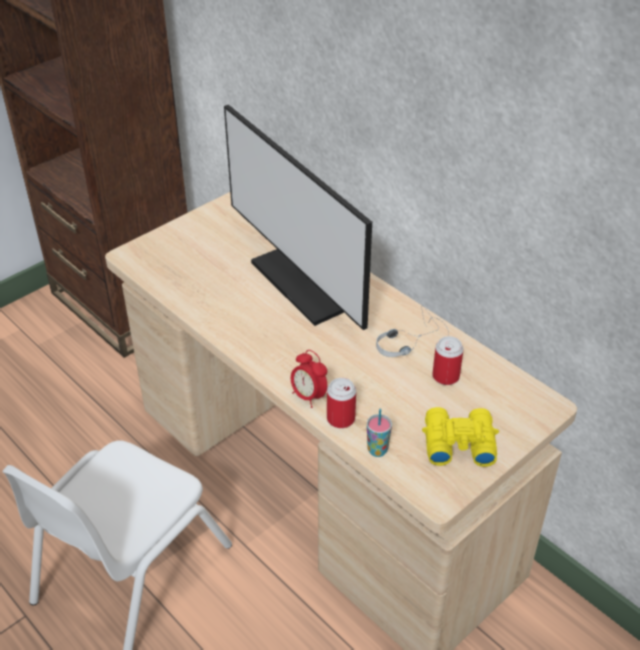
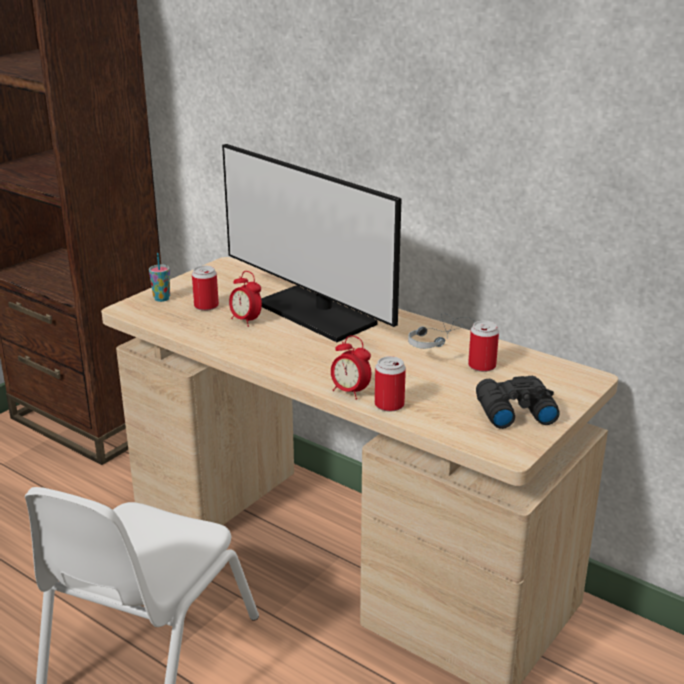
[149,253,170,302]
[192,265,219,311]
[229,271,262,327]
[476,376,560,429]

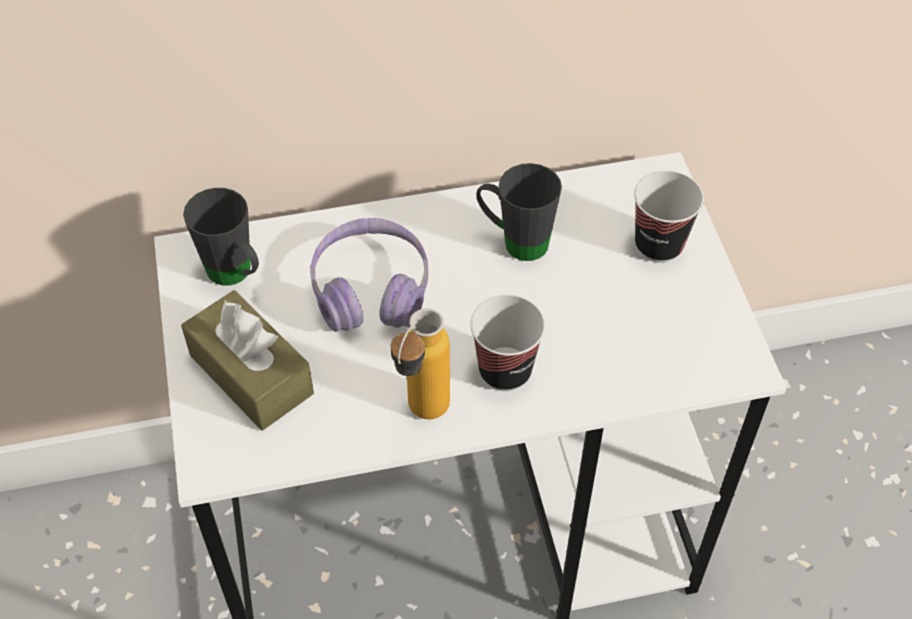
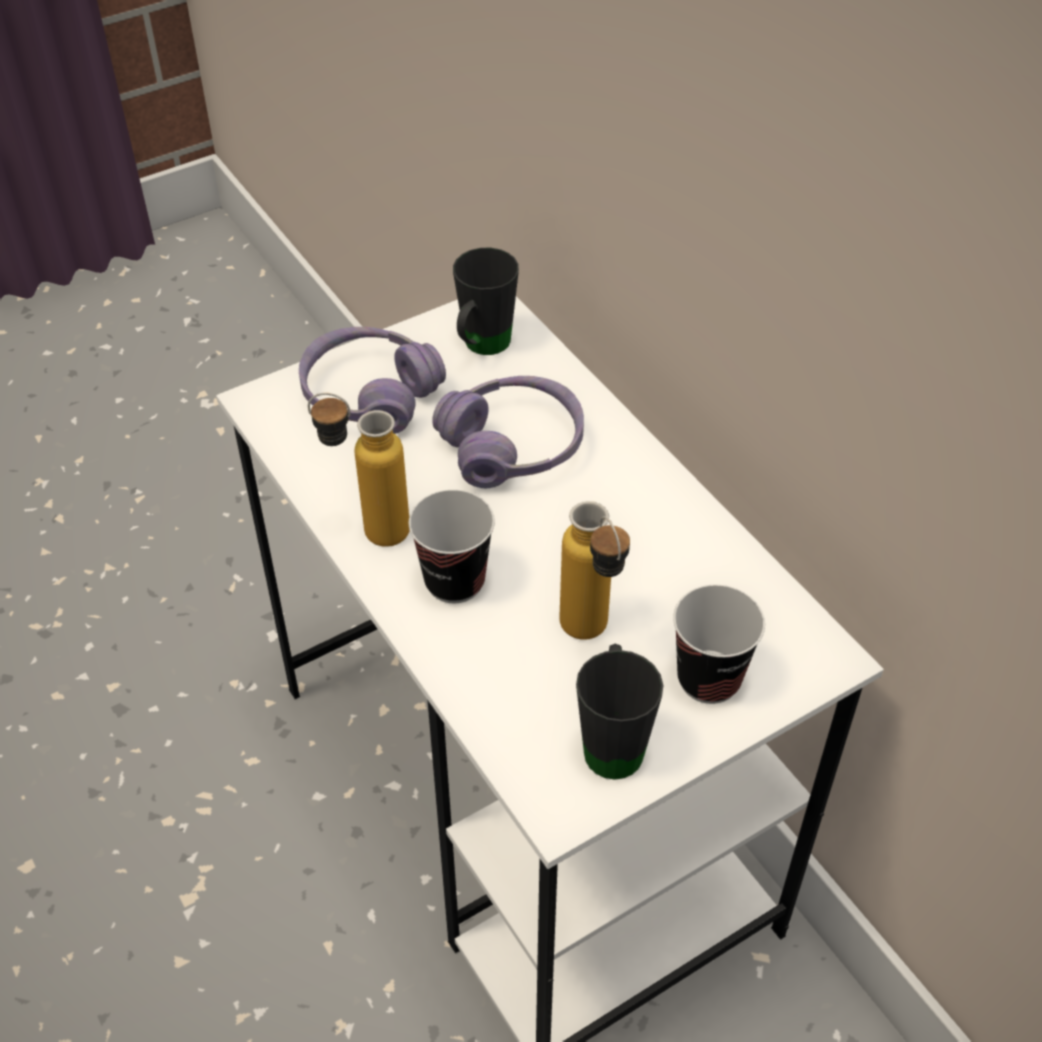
[299,327,446,434]
[560,501,630,640]
[576,644,663,780]

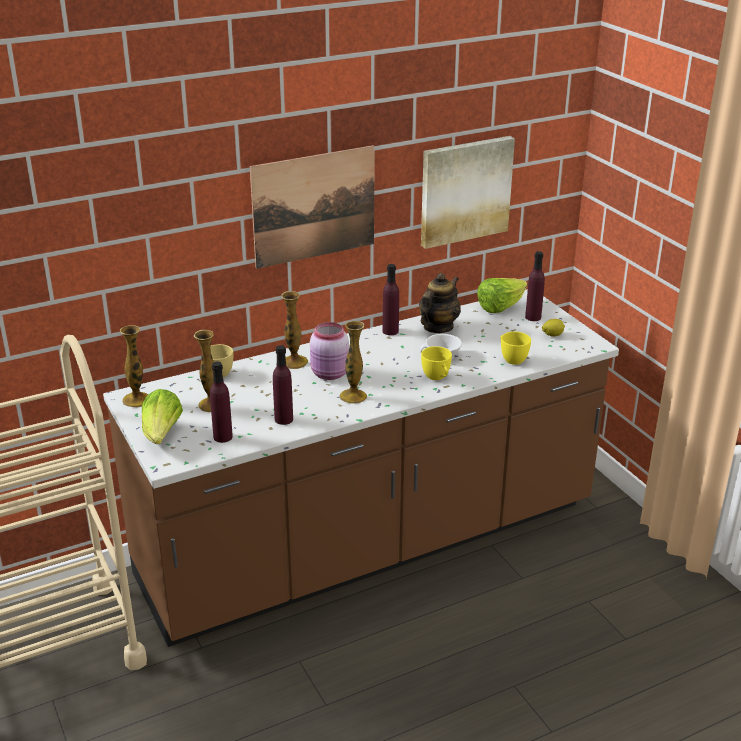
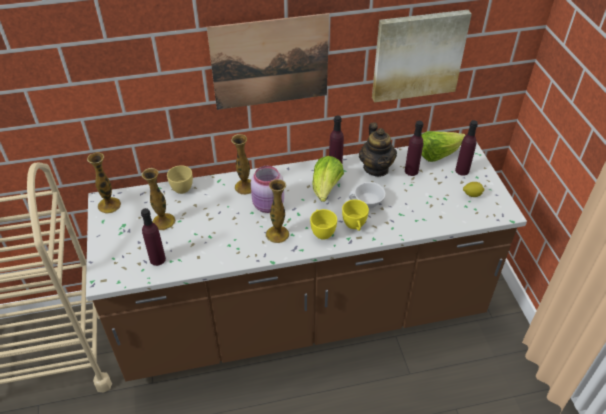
[310,209,337,240]
[312,156,344,202]
[359,122,397,177]
[405,121,423,176]

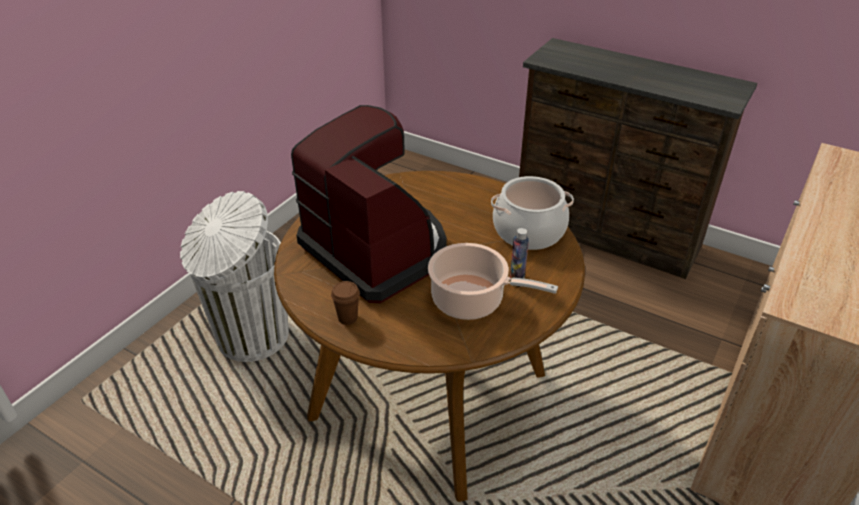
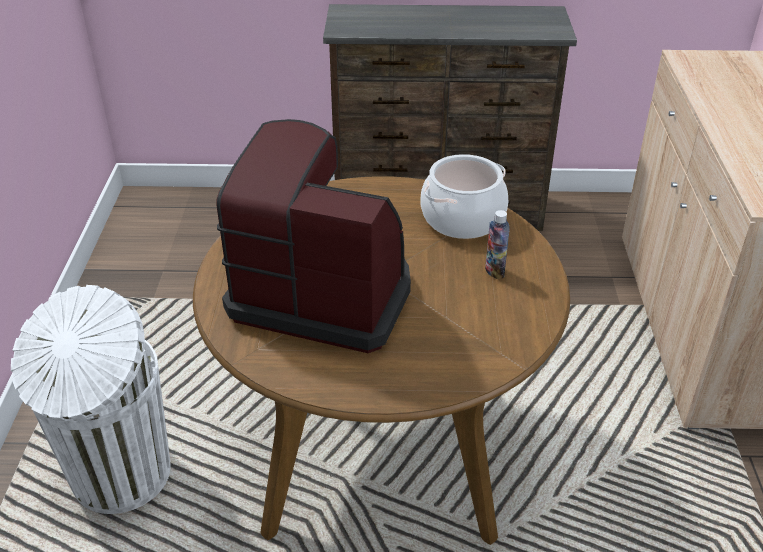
[331,281,360,325] (first image)
[428,243,558,320] (first image)

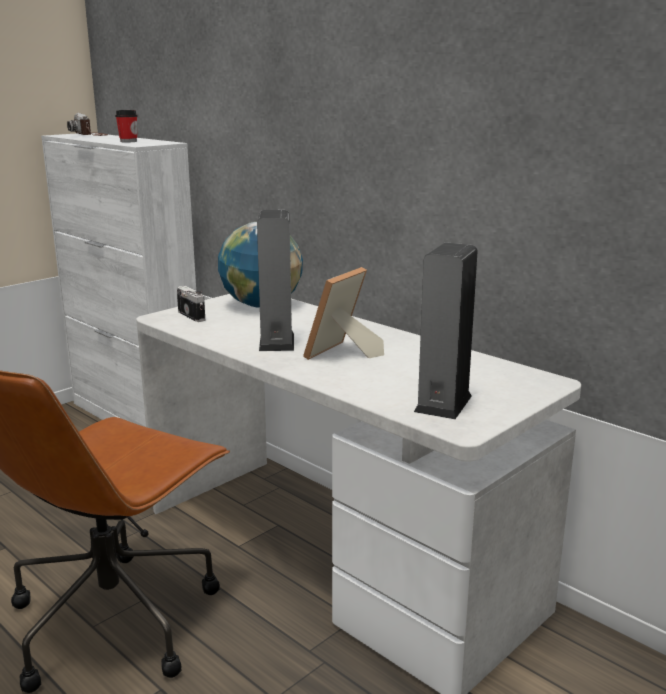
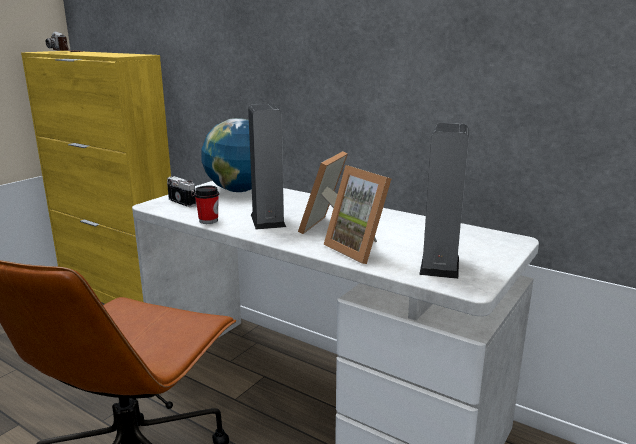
[21,51,171,304]
[194,186,219,224]
[324,165,391,264]

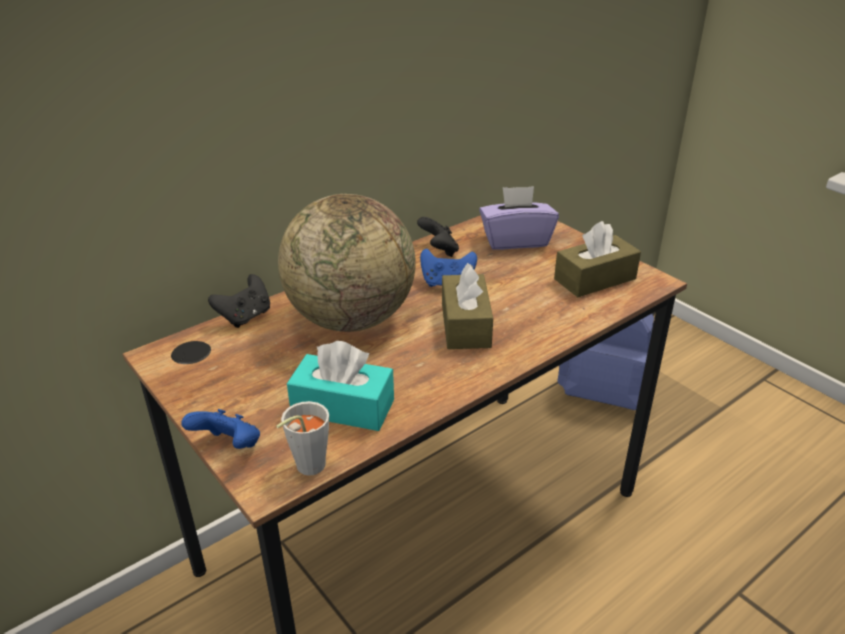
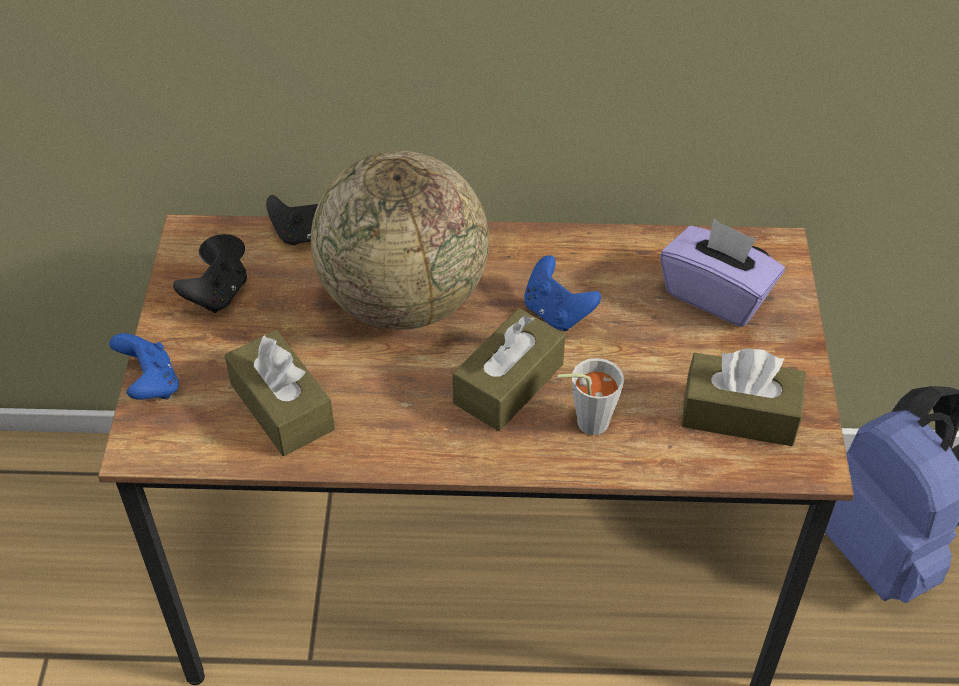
[173,236,247,313]
[225,330,335,456]
[558,358,624,435]

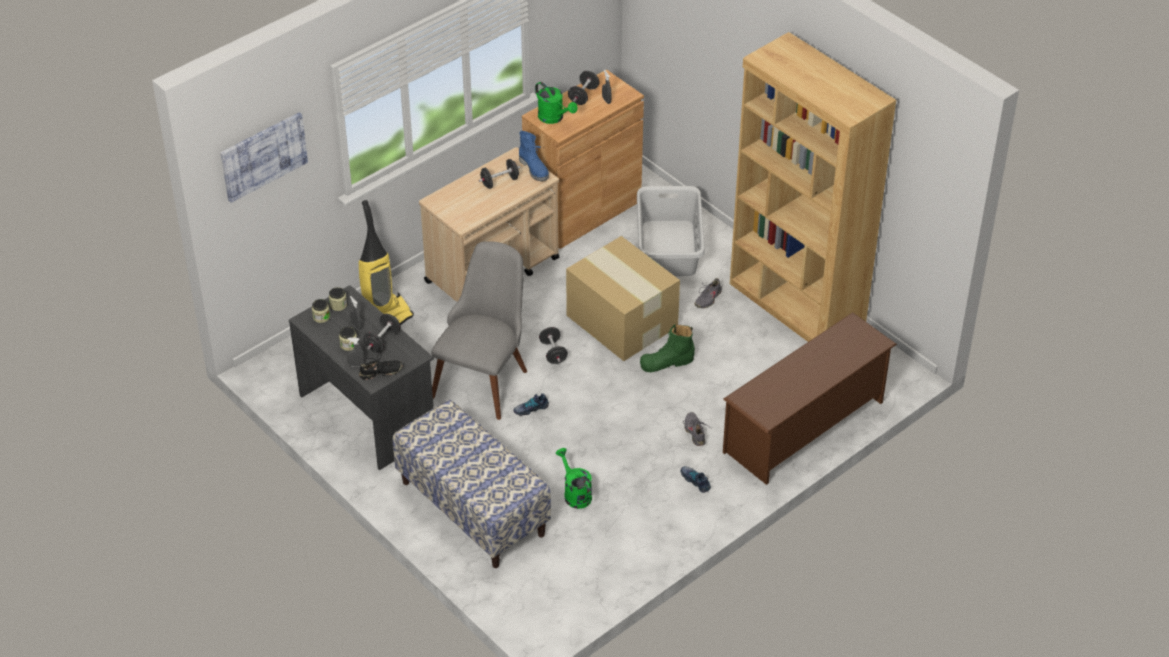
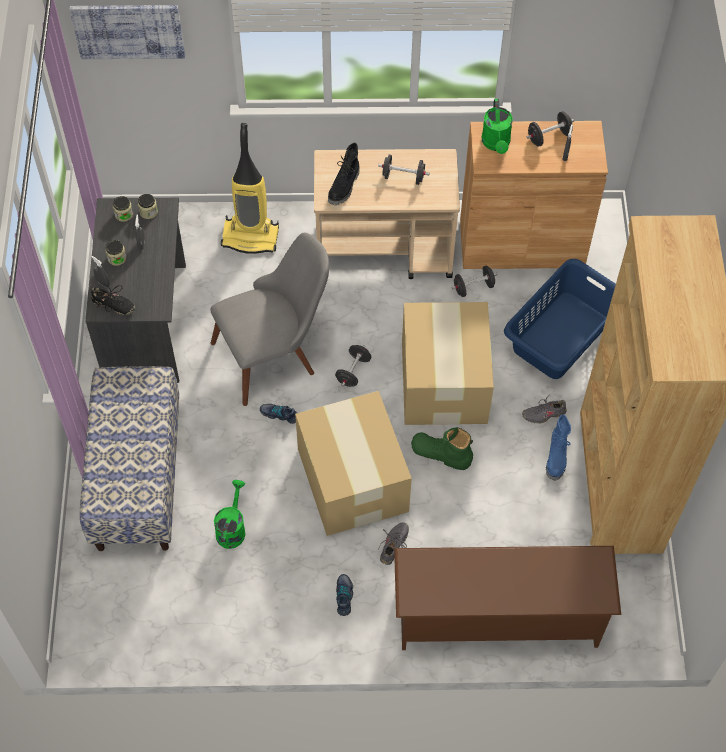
[295,391,412,536]
[328,143,359,205]
[451,265,498,297]
[504,259,616,379]
[546,415,571,481]

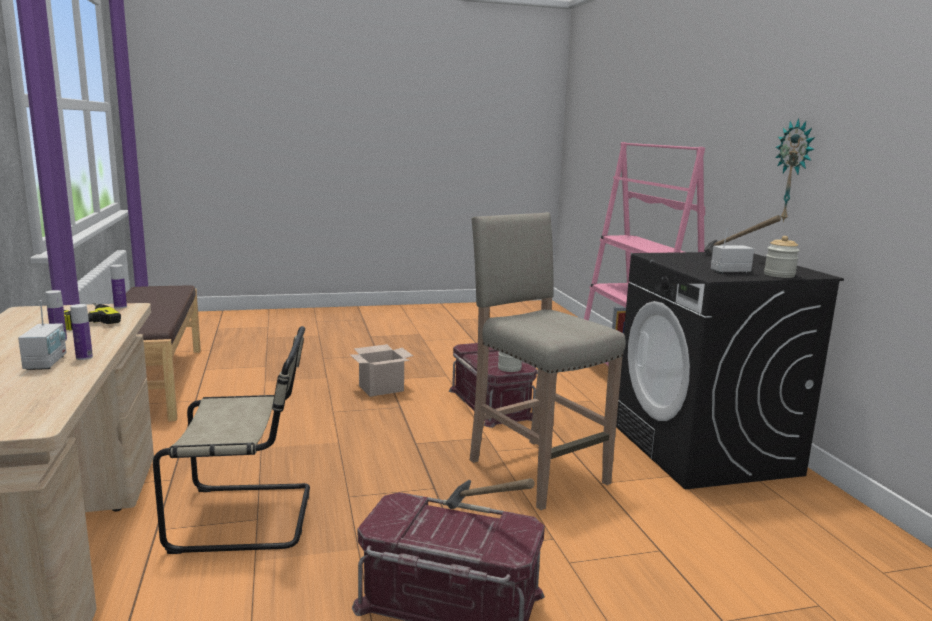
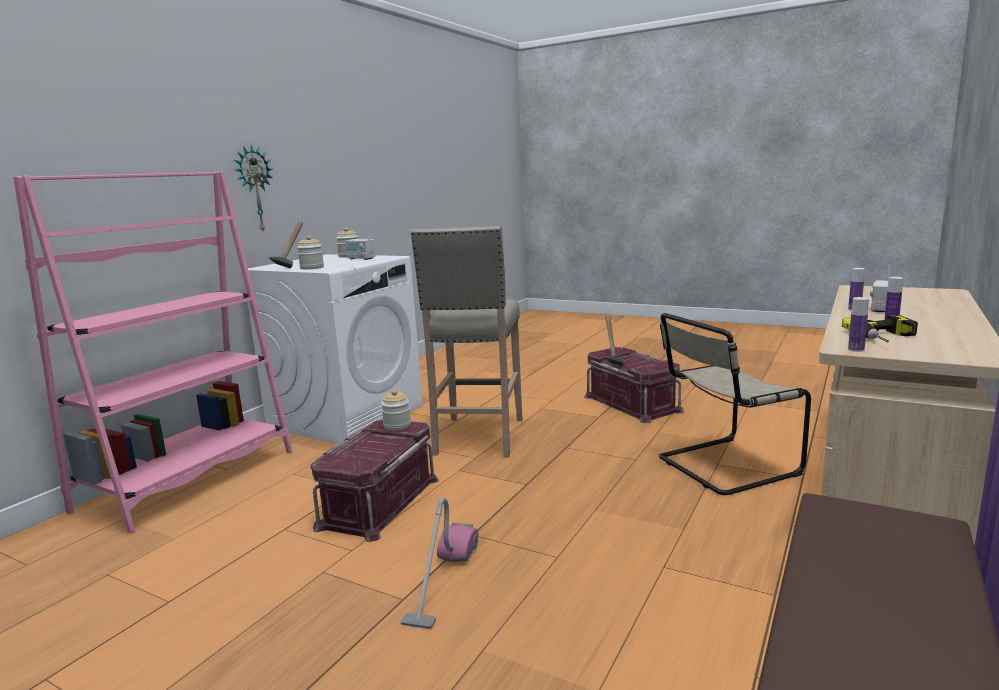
[240,254,423,444]
[297,236,324,270]
[401,497,478,629]
[659,313,811,495]

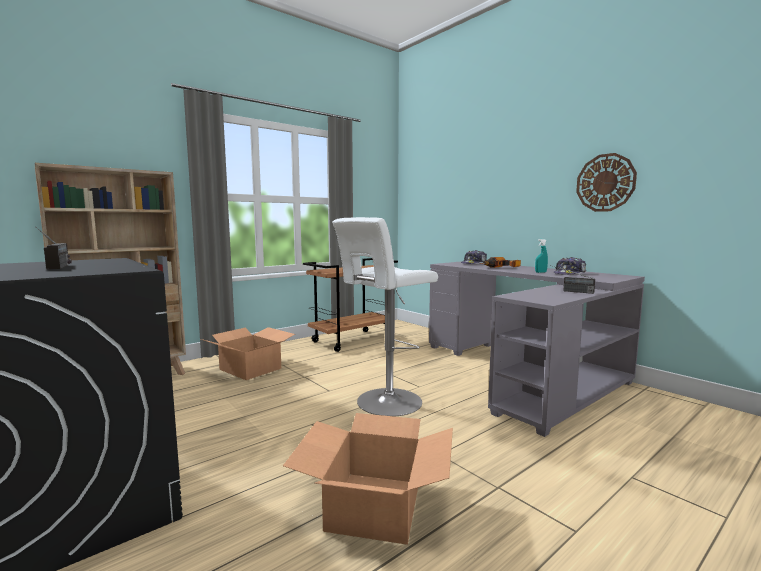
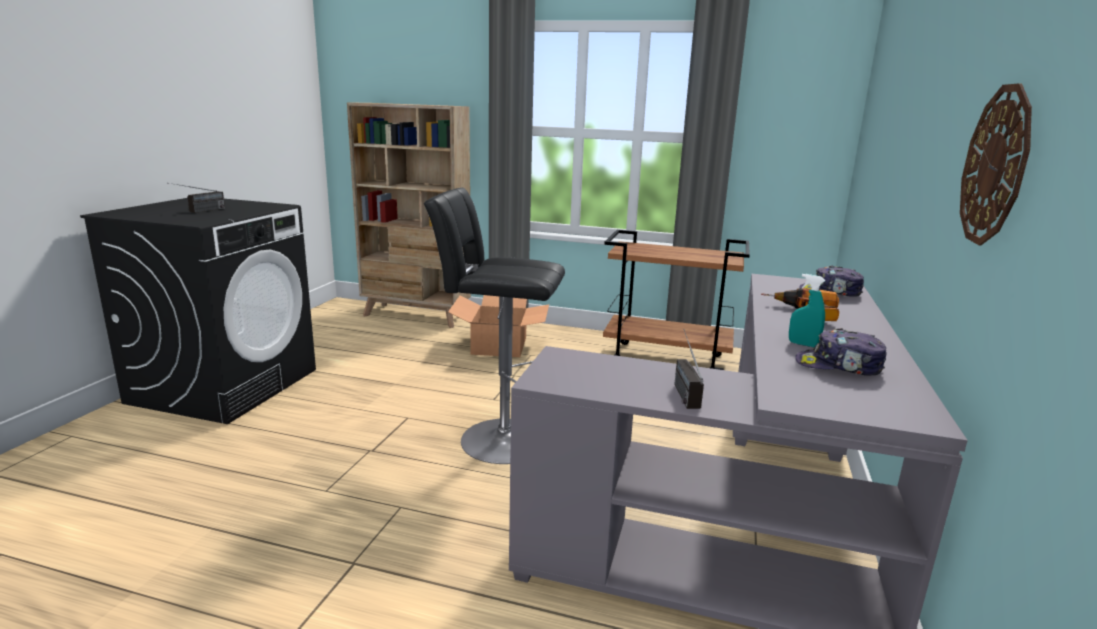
[424,188,565,464]
[283,413,453,545] (first image)

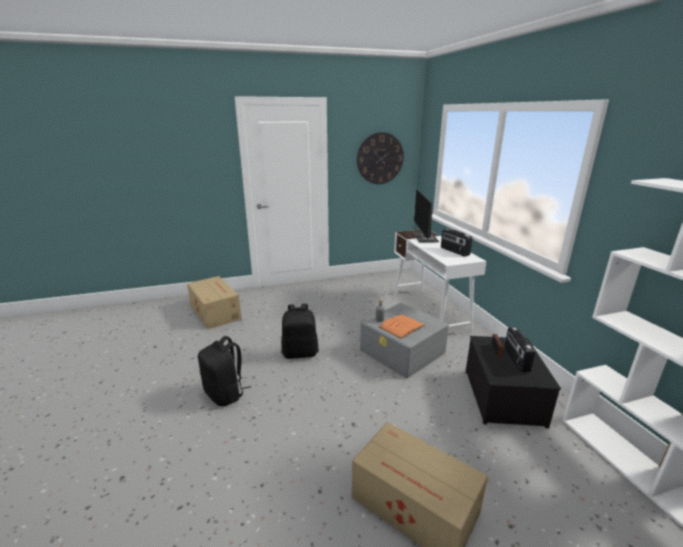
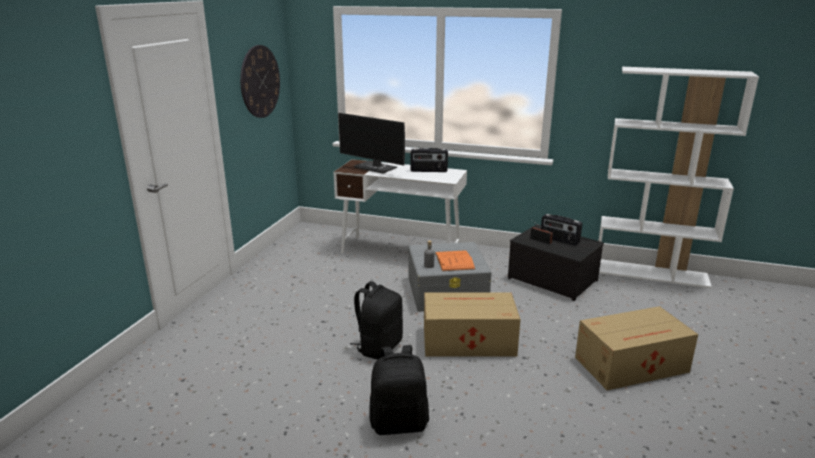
[424,292,521,356]

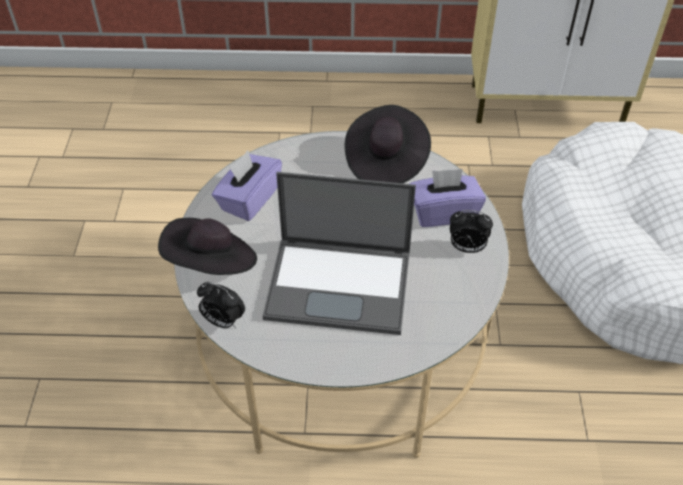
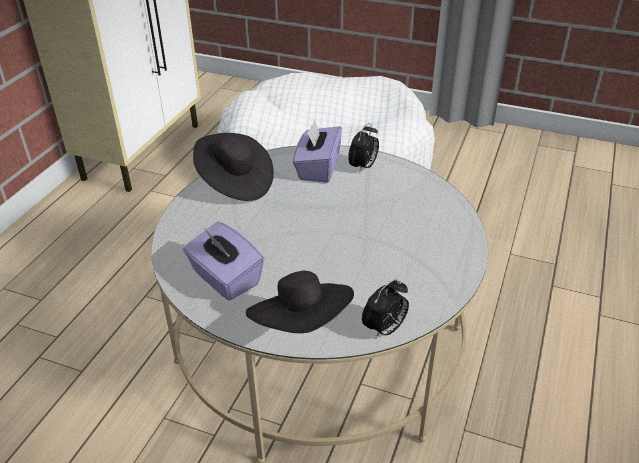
[263,172,416,335] (first image)

